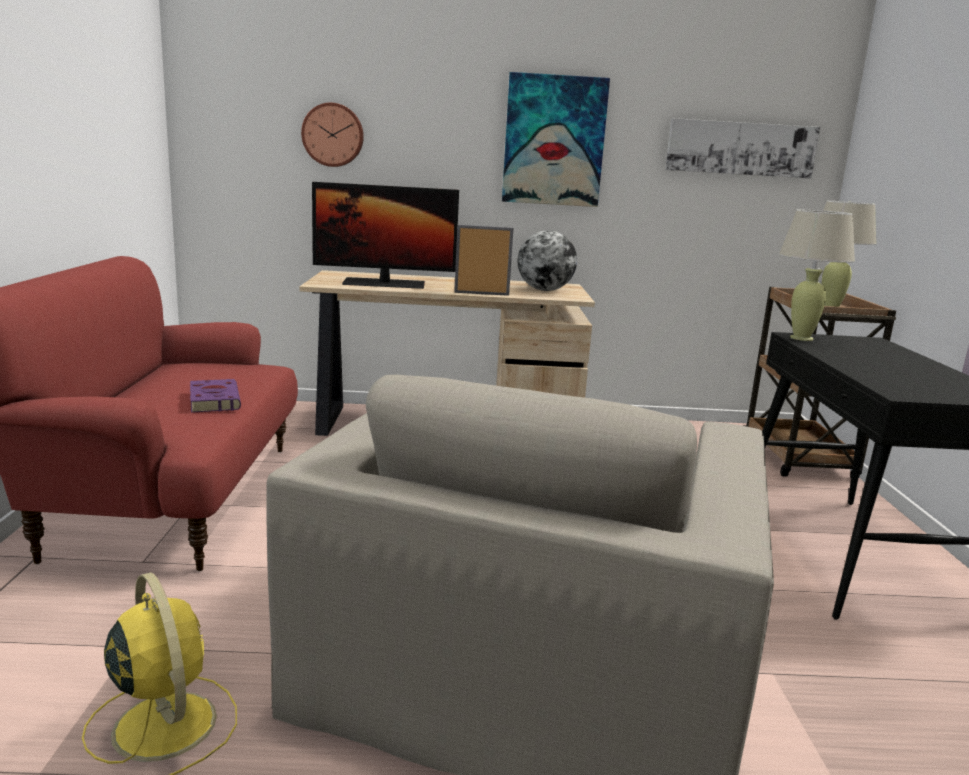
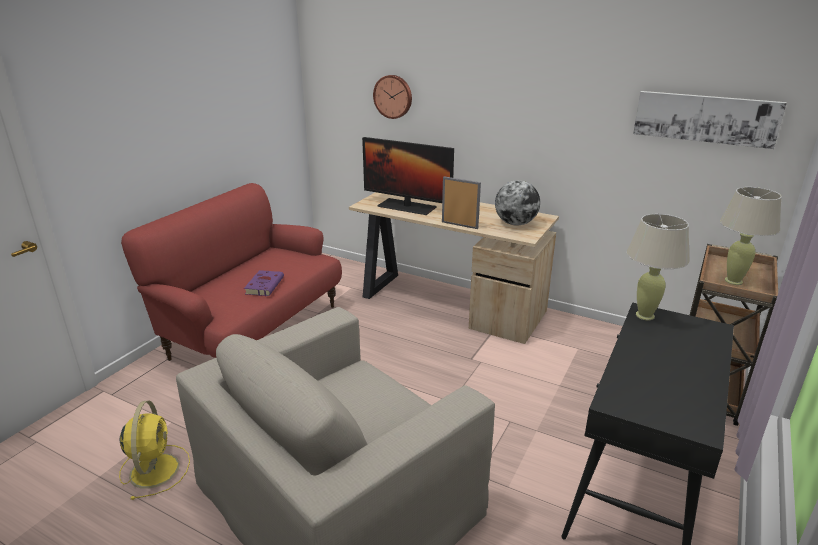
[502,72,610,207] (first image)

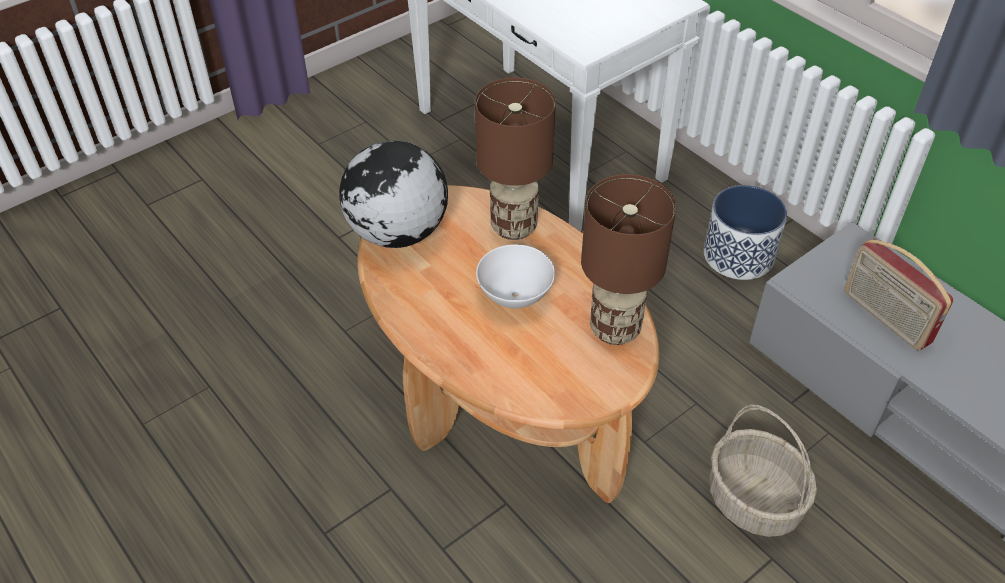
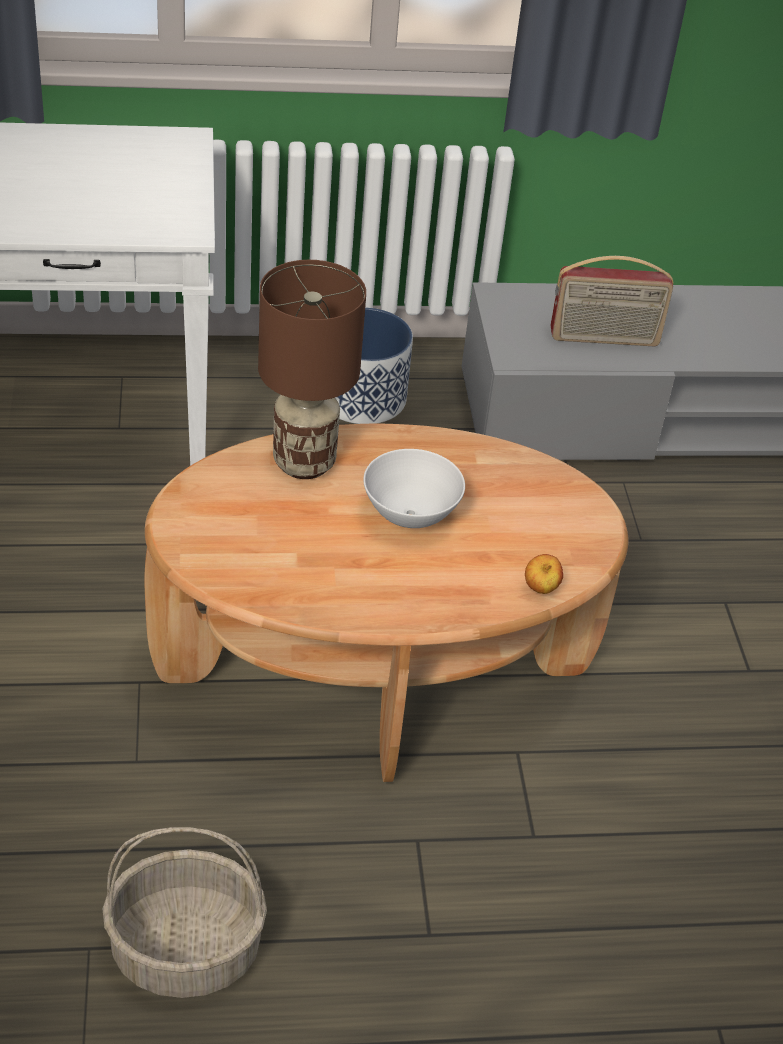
[102,827,267,998]
[525,554,563,594]
[339,141,448,248] (first image)
[581,174,676,345] (first image)

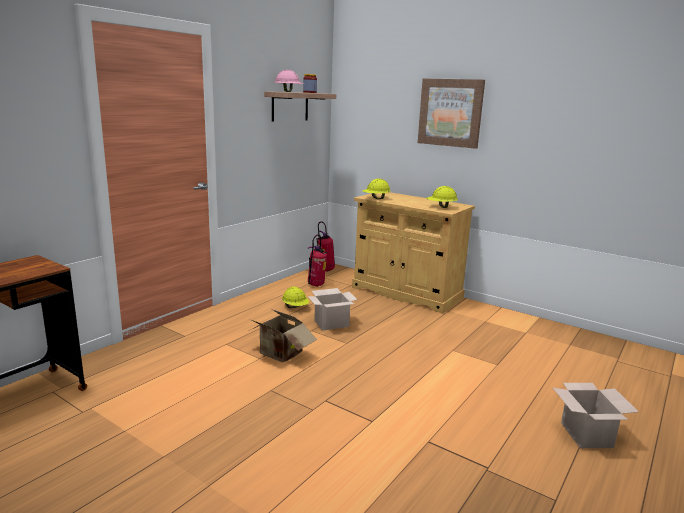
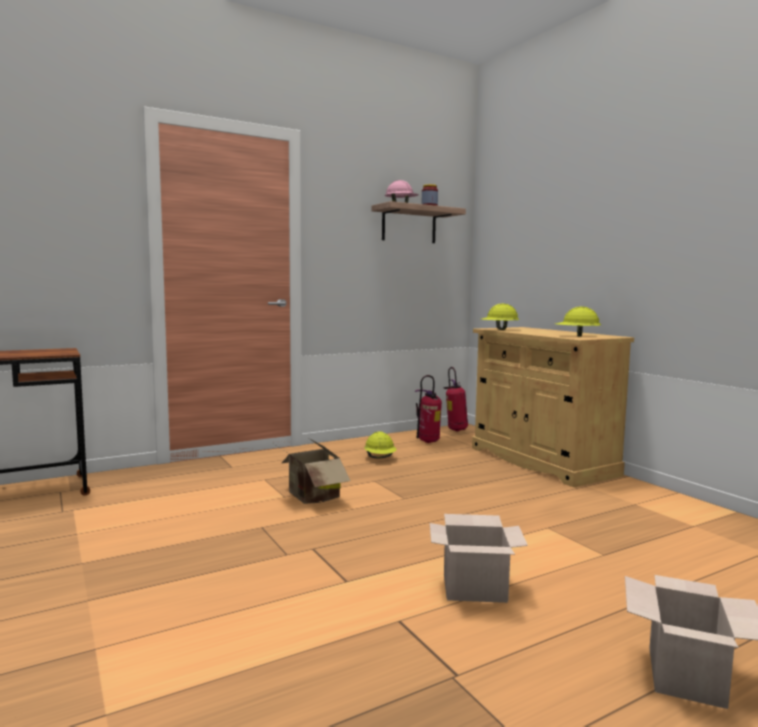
[430,514,528,603]
[418,79,485,149] (first image)

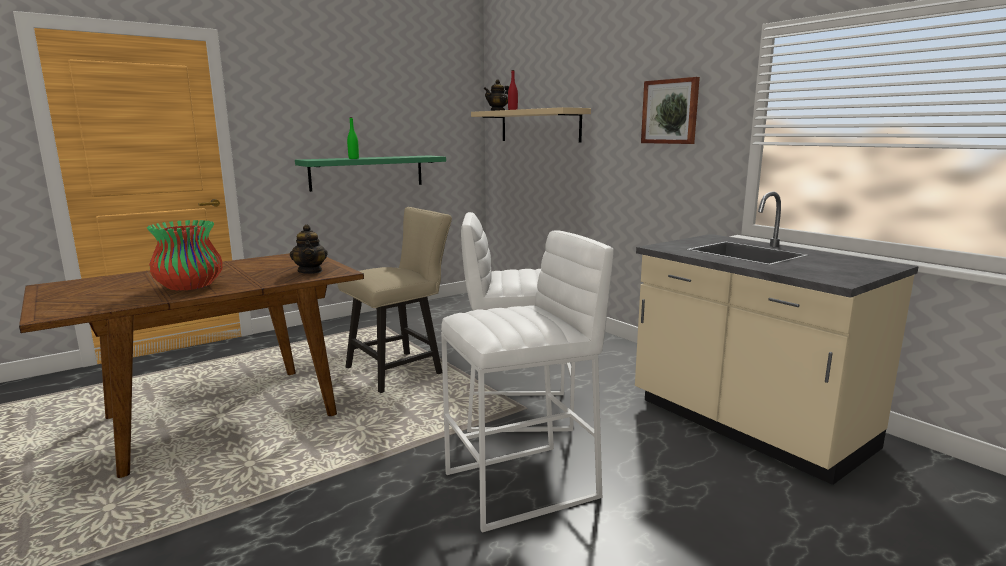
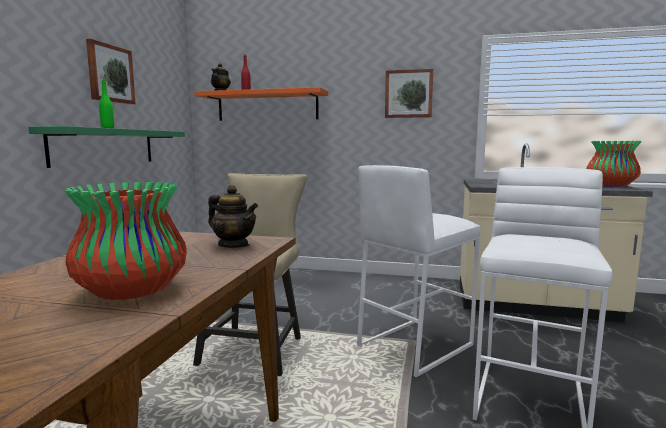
[86,39,136,104]
[194,87,328,121]
[586,141,641,187]

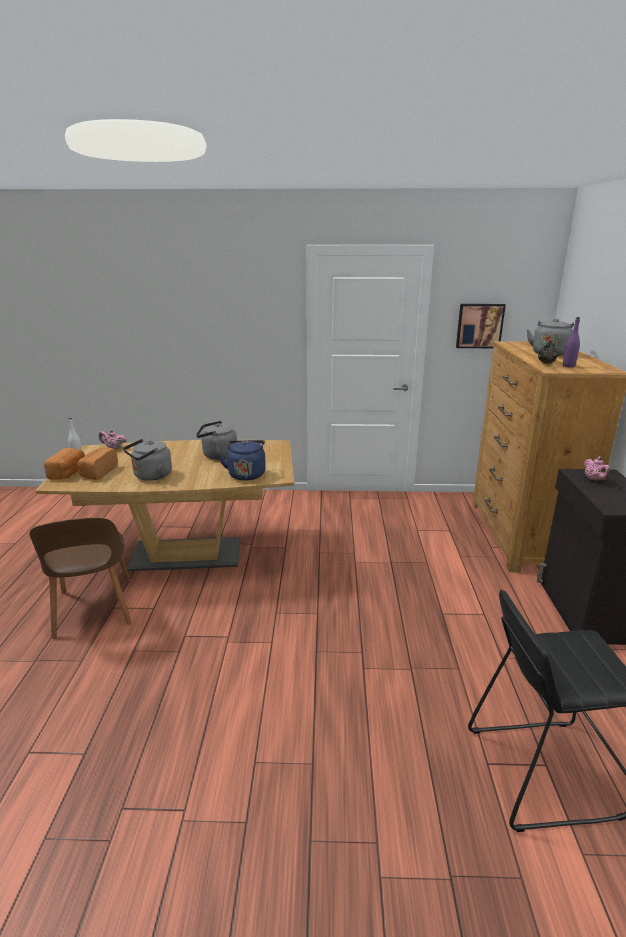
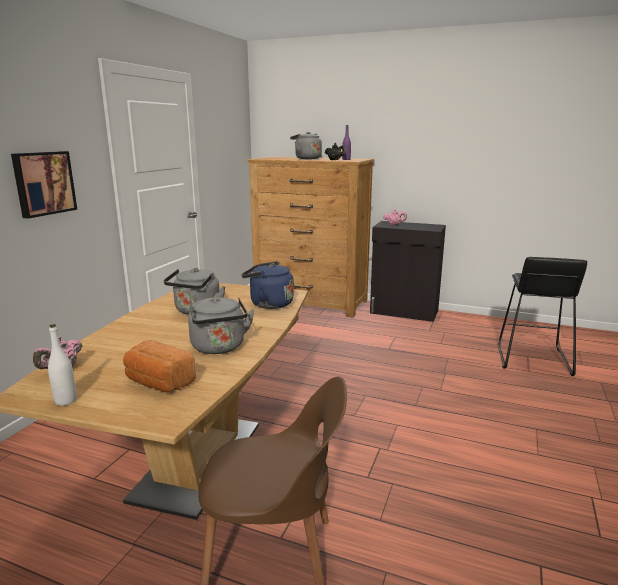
[11,151,77,219]
[44,448,85,480] (first image)

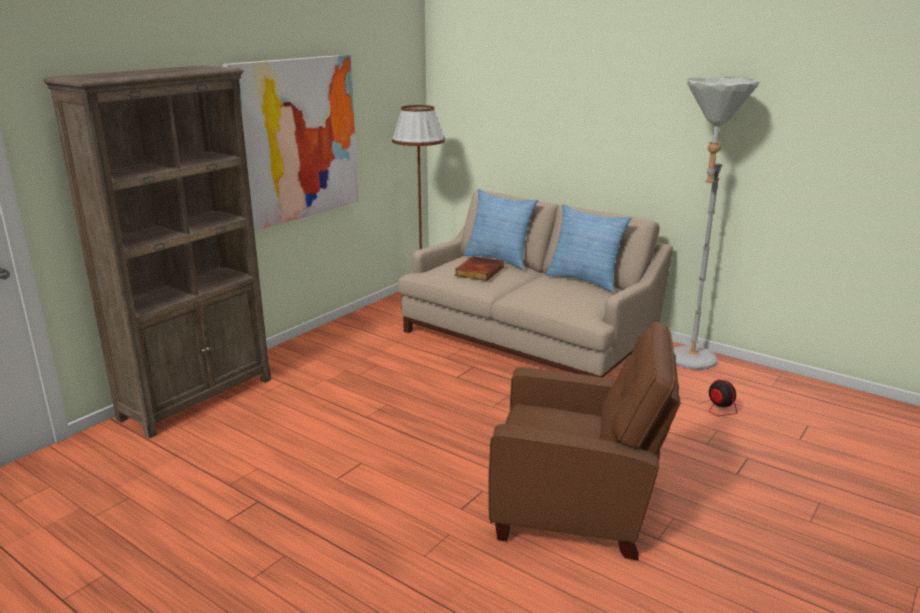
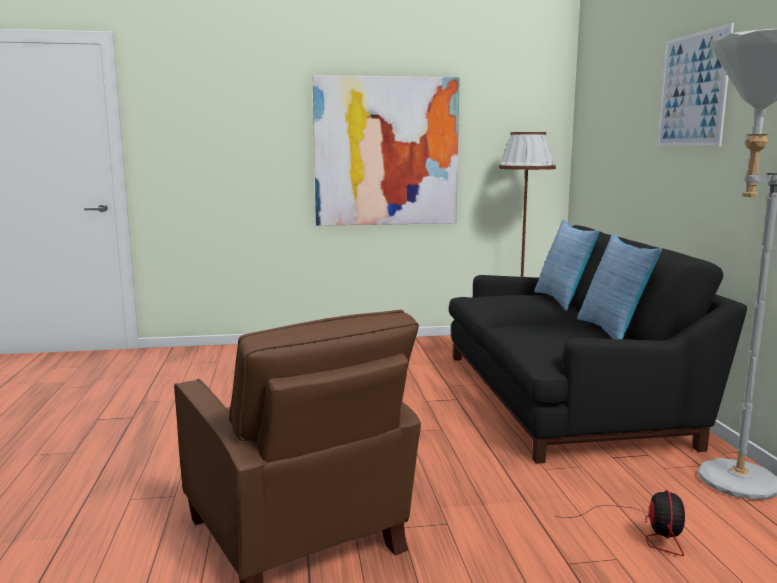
[449,225,747,464]
[657,23,734,146]
[43,65,271,439] (first image)
[455,256,504,281] (first image)

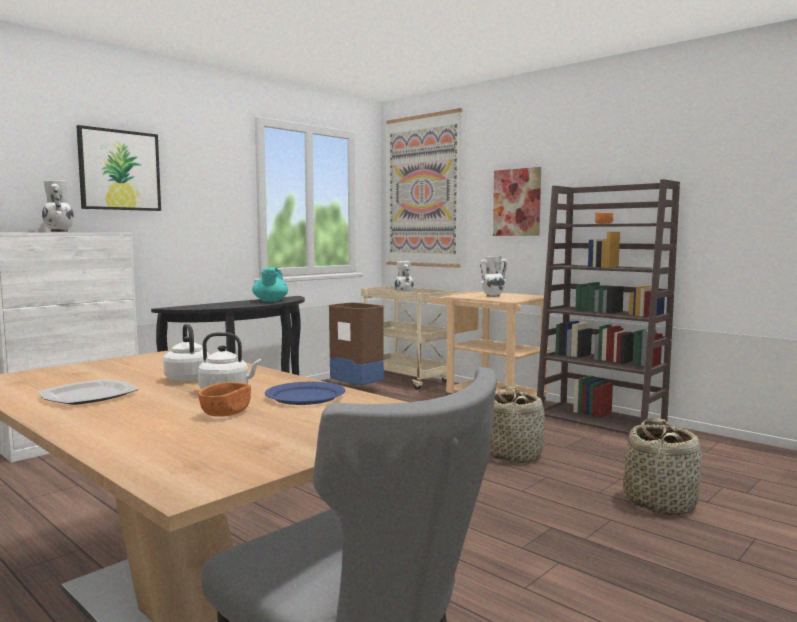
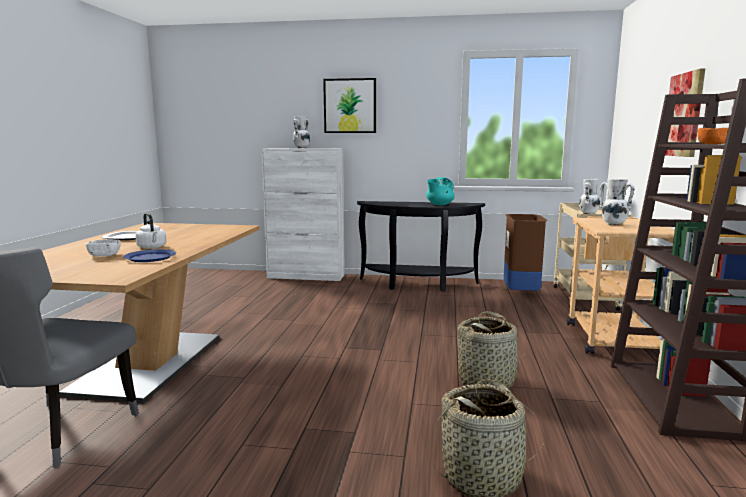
[86,239,121,256]
[163,324,209,382] (first image)
[386,108,462,268] (first image)

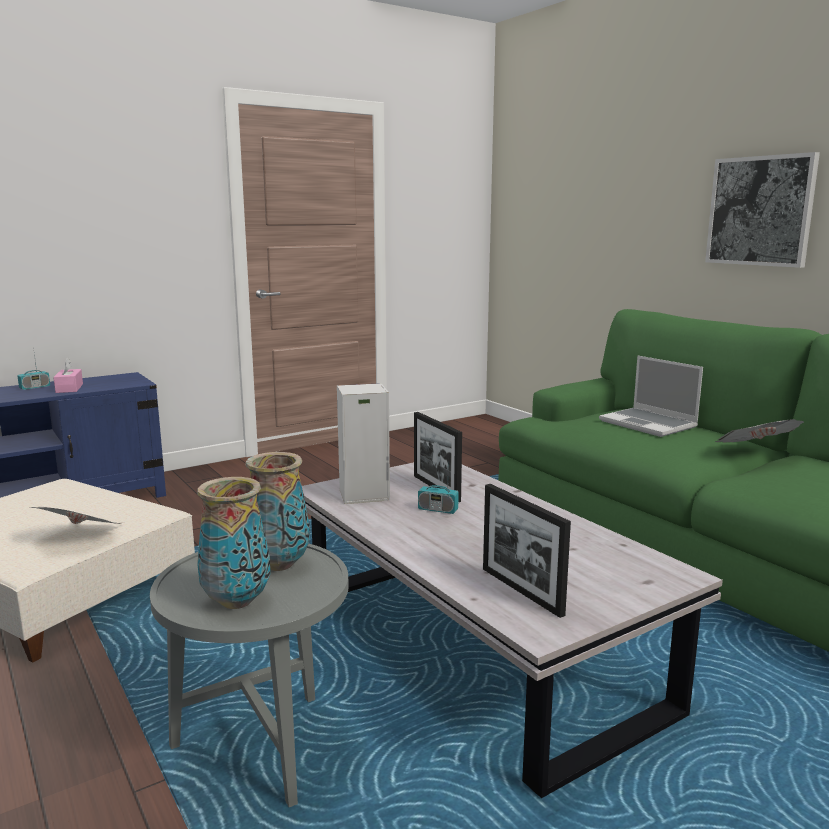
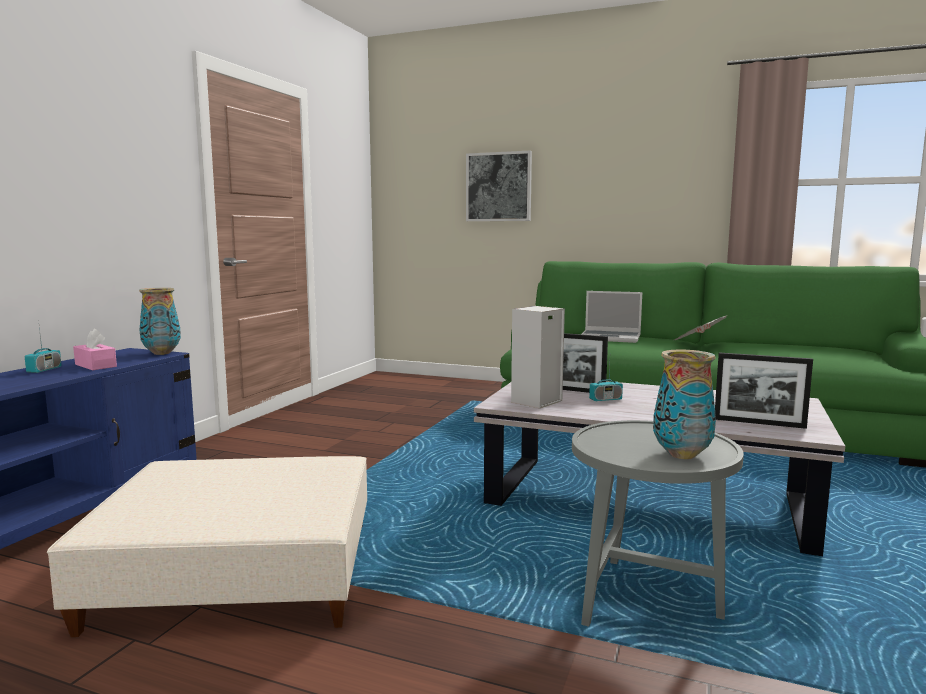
[139,288,181,355]
[466,151,532,221]
[31,507,124,524] (first image)

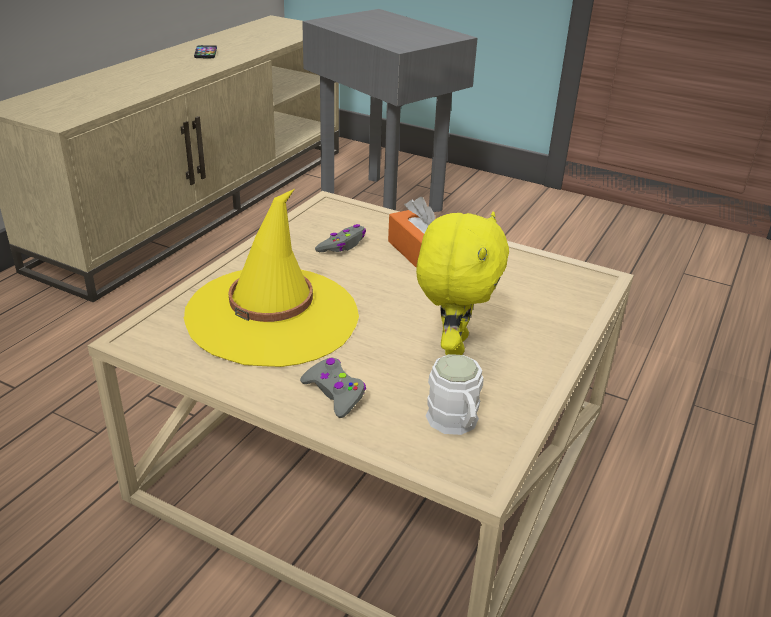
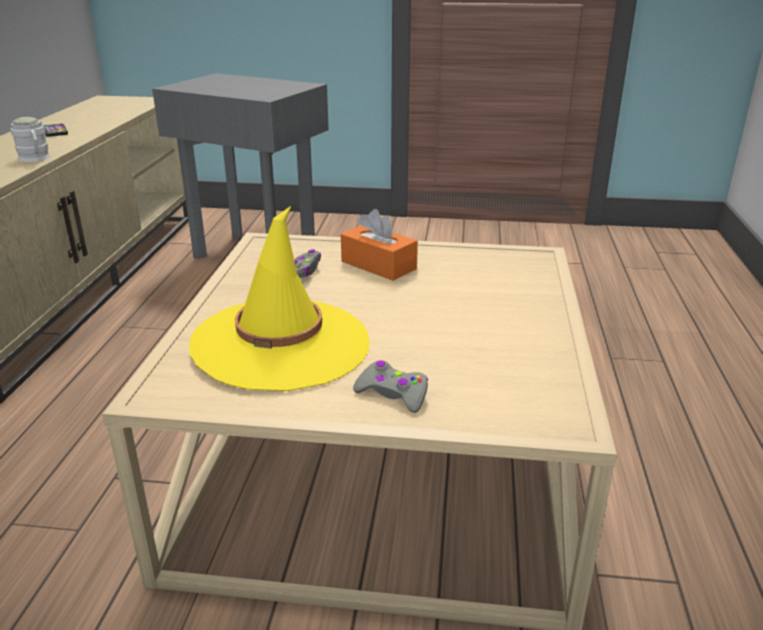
[11,117,51,162]
[416,211,509,355] (first image)

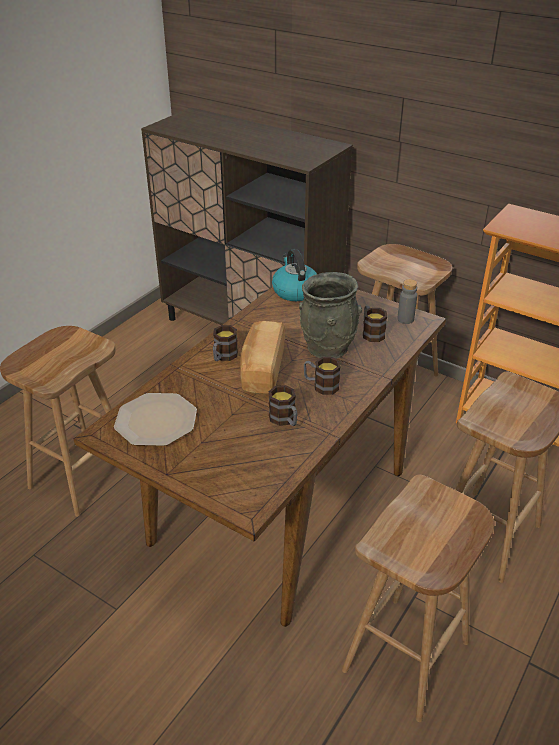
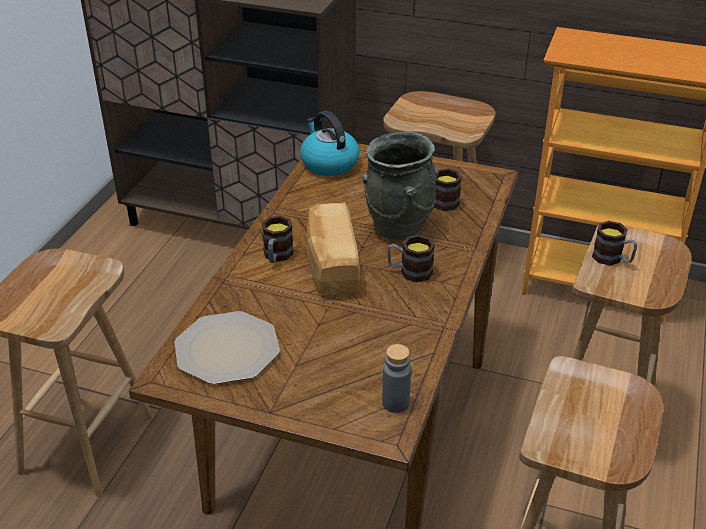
[382,344,411,413]
[592,221,637,266]

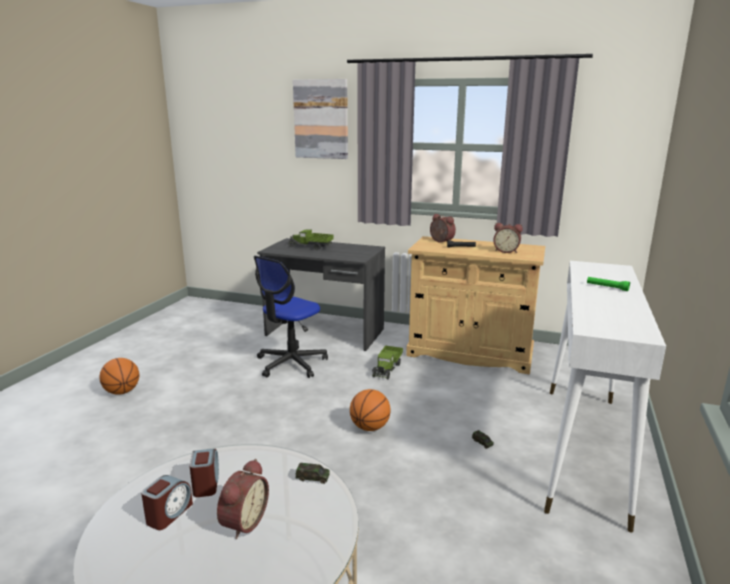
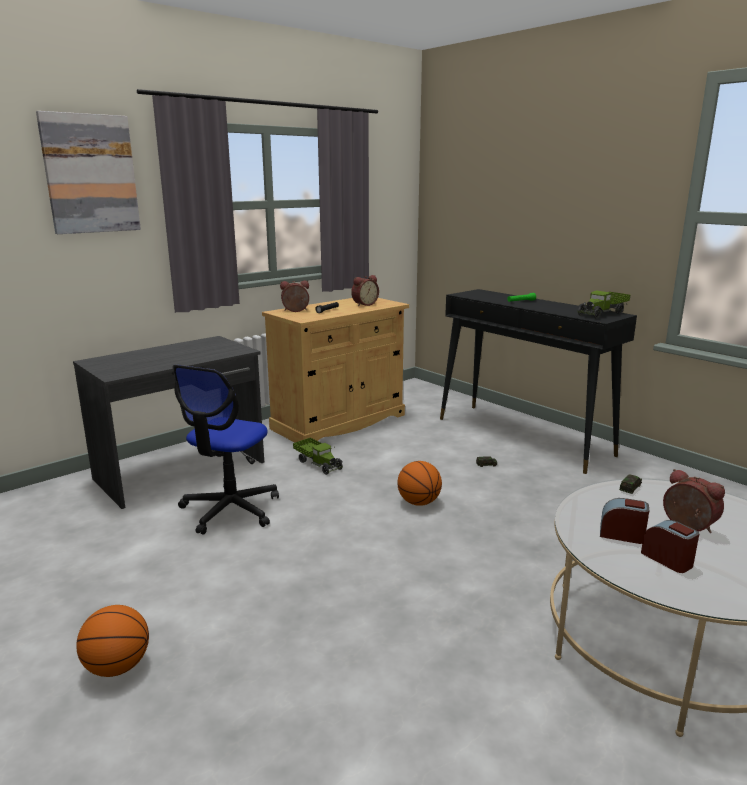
[172,365,279,535]
[440,289,637,474]
[577,290,631,319]

